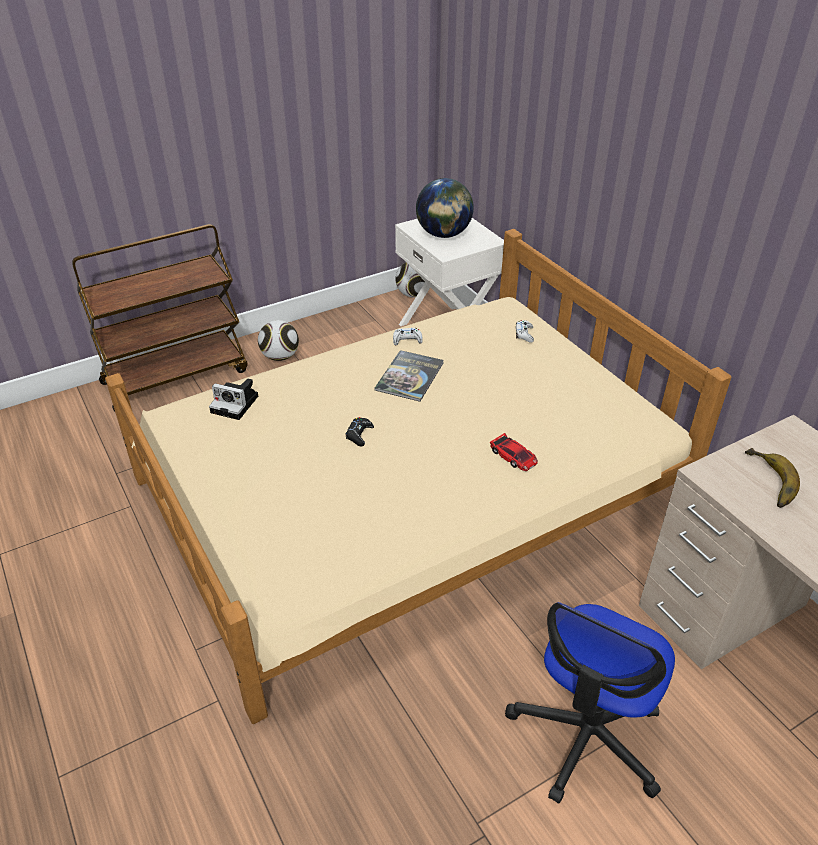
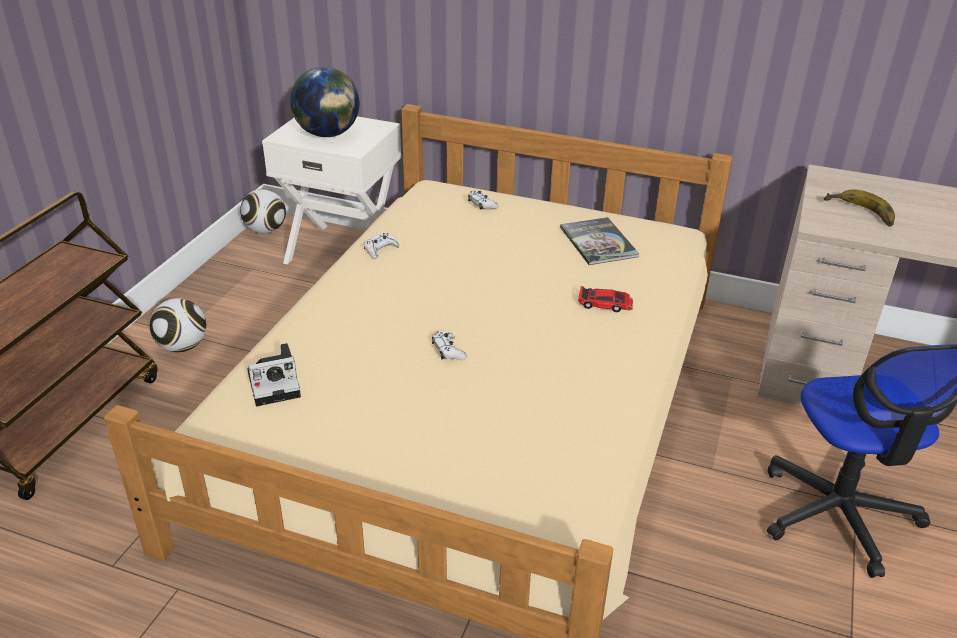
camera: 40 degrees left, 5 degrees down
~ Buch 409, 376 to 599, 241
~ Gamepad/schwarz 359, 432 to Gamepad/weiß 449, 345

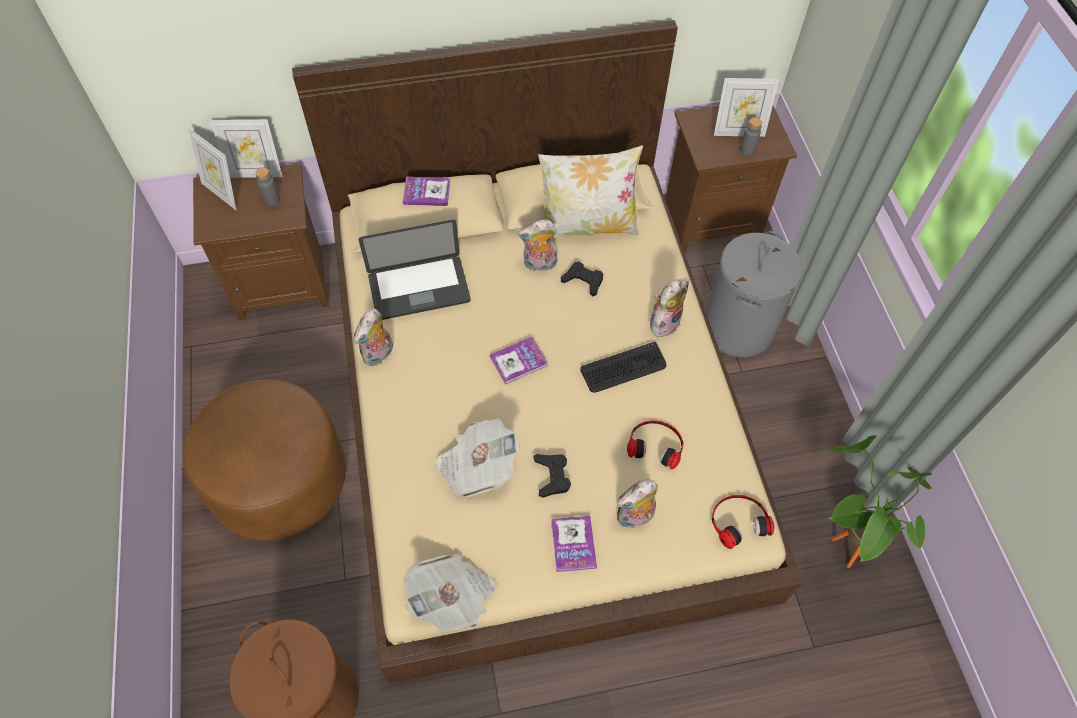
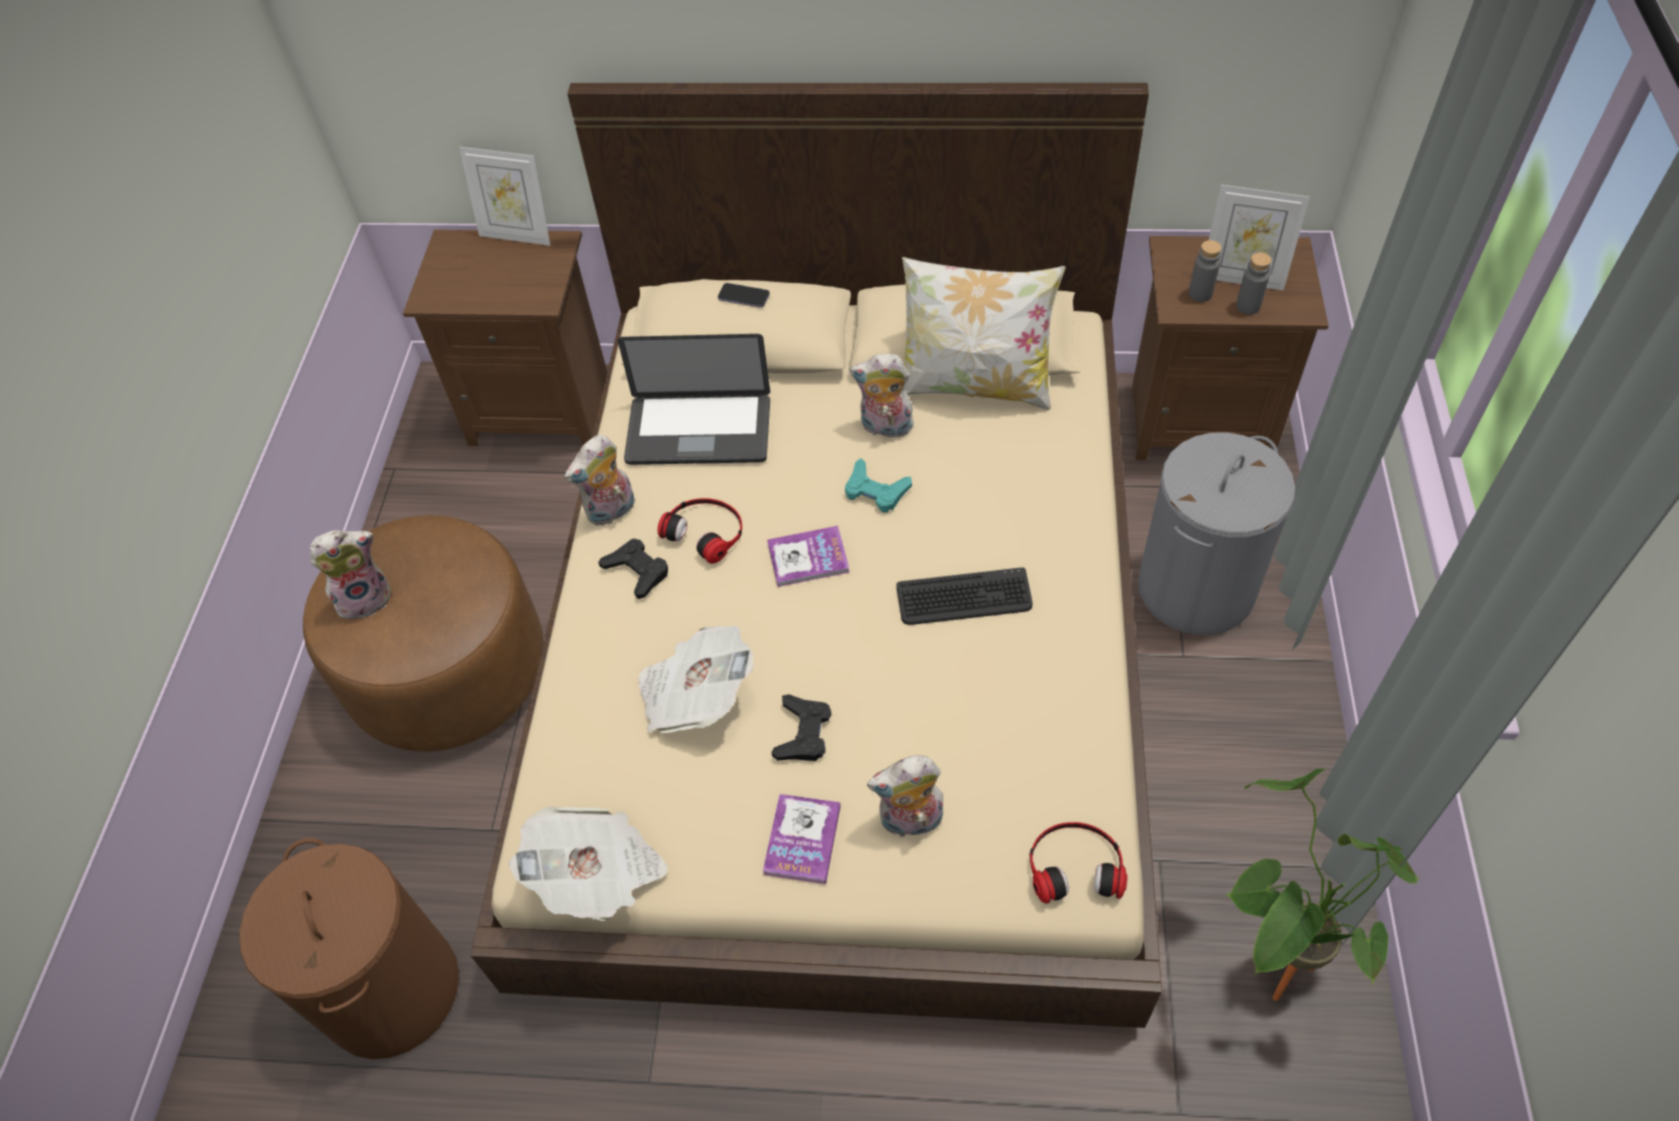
camera: 20 degrees right, 5 degrees down
- Bilderrahmen 212, 169
+ Gamepad/türkis 878, 485
~ Flasche/grau 268, 186 to 1205, 271
~ Gamepad/schwarz 582, 279 to 633, 569
~ Kopfhörer 655, 444 to 700, 531
~ Plüschtier 669, 307 to 350, 576
~ Buch 426, 191 to Handy 744, 295

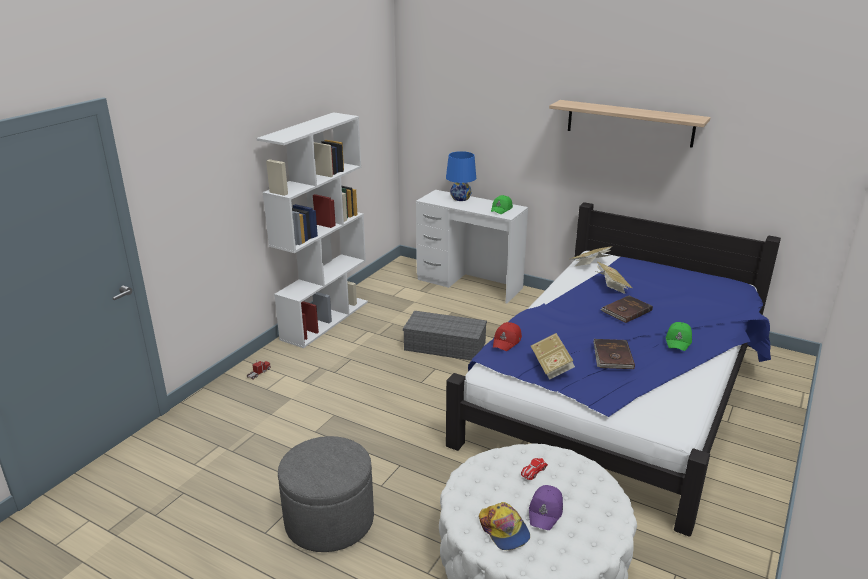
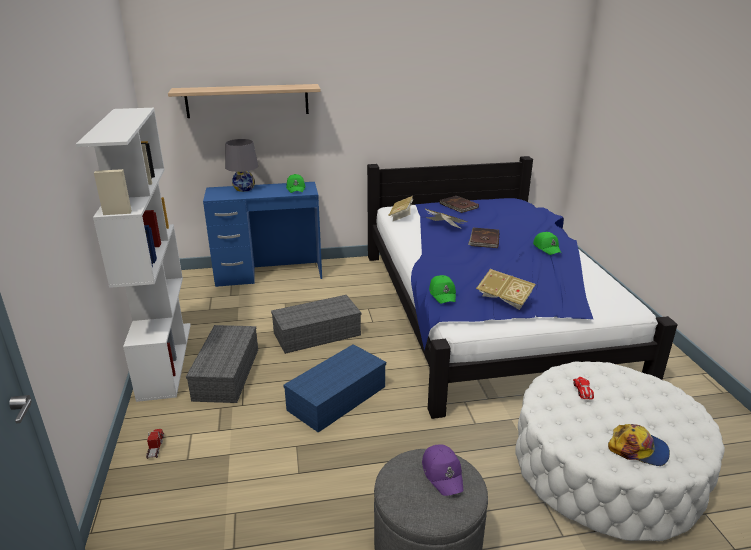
camera: 40 degrees left, 0 degrees up
+ Aufbewahrungsbox/grau 222, 364
+ Aufbewahrungsbox/blau 334, 388
~ Kappe/lila 546, 507 to 443, 470
~ Wandregal 630, 124 to 244, 101
~ Buch/braun 614, 354 to 459, 204
~ Schreibtisch/weiß 472, 247 to Schreibtisch/blau 262, 234
~ Tischlampe/blau 461, 176 to Tischlampe/grau 241, 165
~ Kappe/rot 507, 336 to Kappe/grün 442, 289

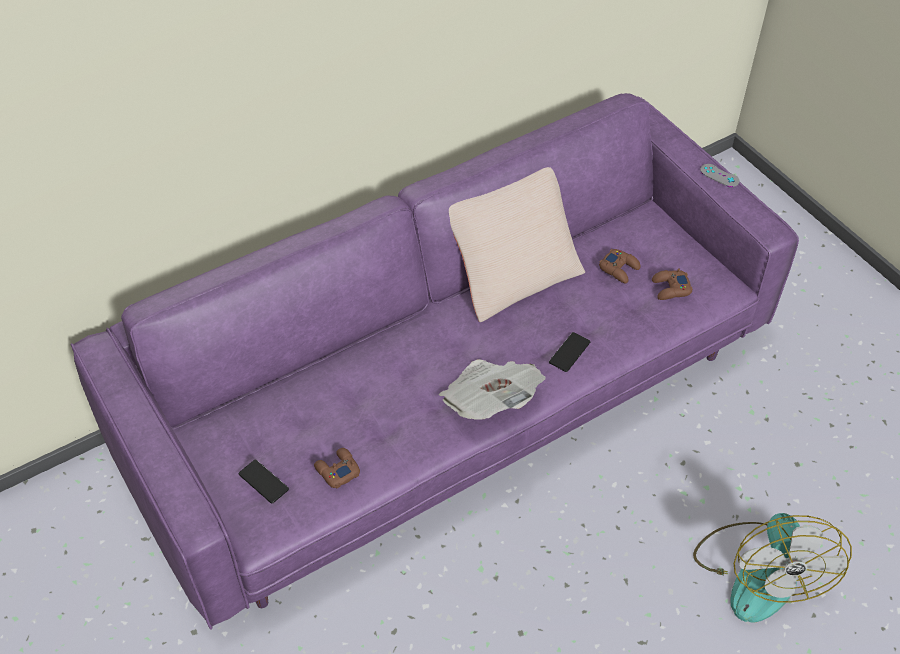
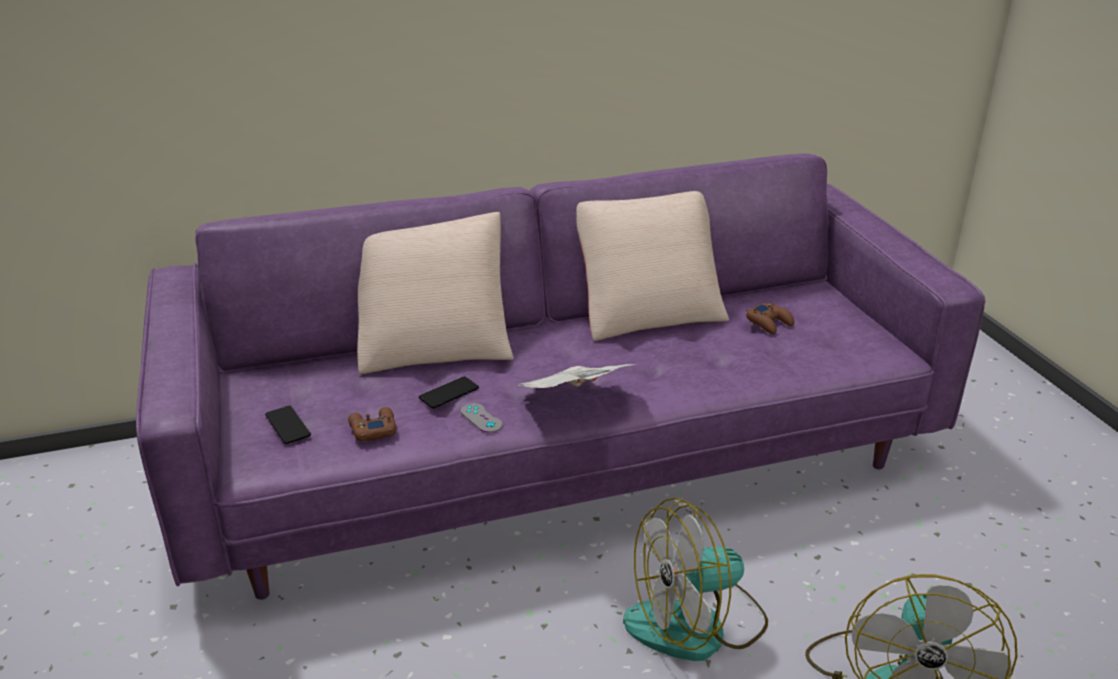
camera: 15 degrees right, 20 degrees down
- Gamepad/braun 672, 284
+ Kissen/beige 435, 293
+ Ventilator 695, 579
~ Handy 569, 352 to 449, 392
~ Gamepad/grau 719, 175 to 482, 418

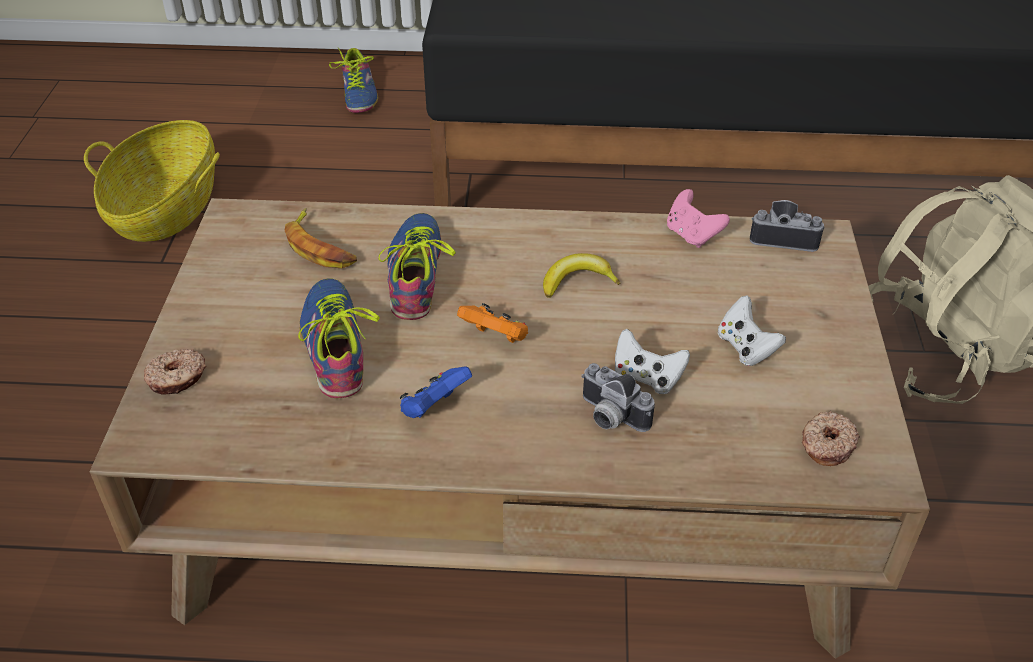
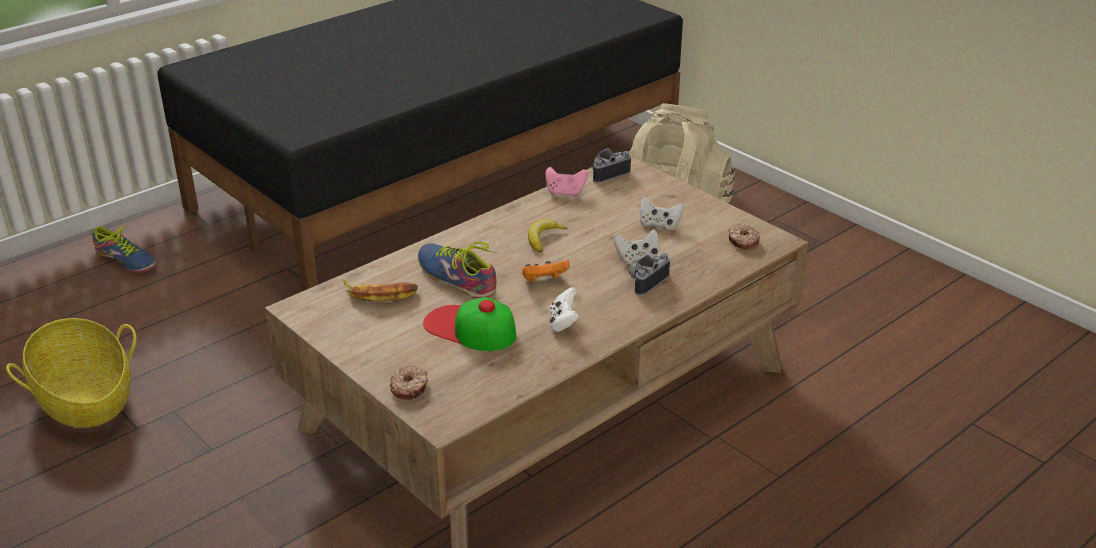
camera: 45 degrees left, 10 degrees down
~ Schuh 339, 338 to Kappe 469, 324
~ Gamepad/blau 436, 392 to Gamepad/weiß 564, 309
~ Kamera 618, 397 = 649, 274 135 degrees clockwise

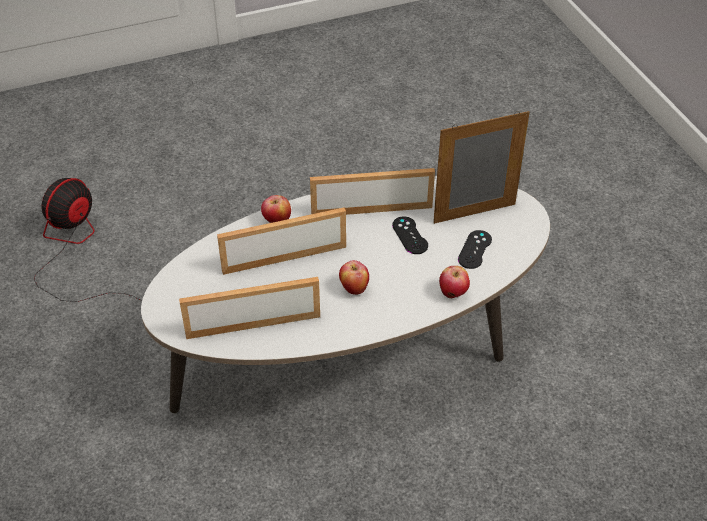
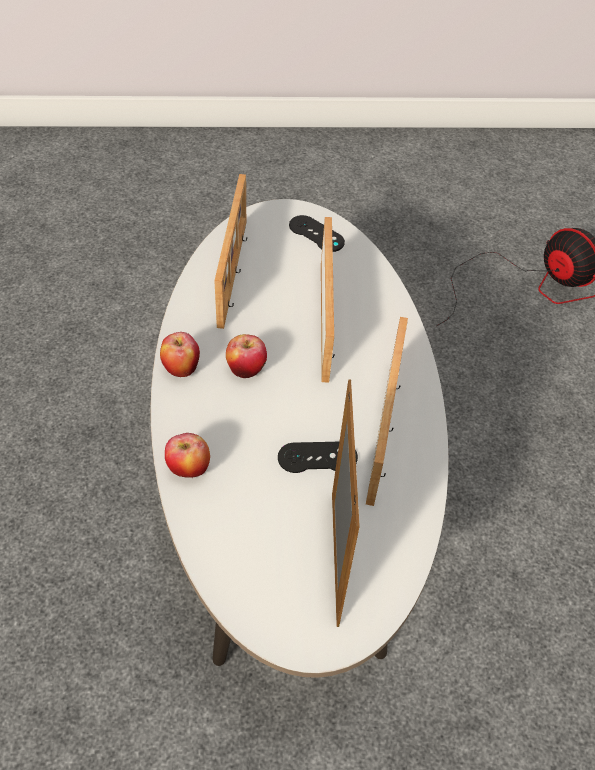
camera: 105 degrees right, 5 degrees up
~ Apfel 276, 209 to 180, 354
~ Gamepad/schwarz 475, 249 to 317, 233

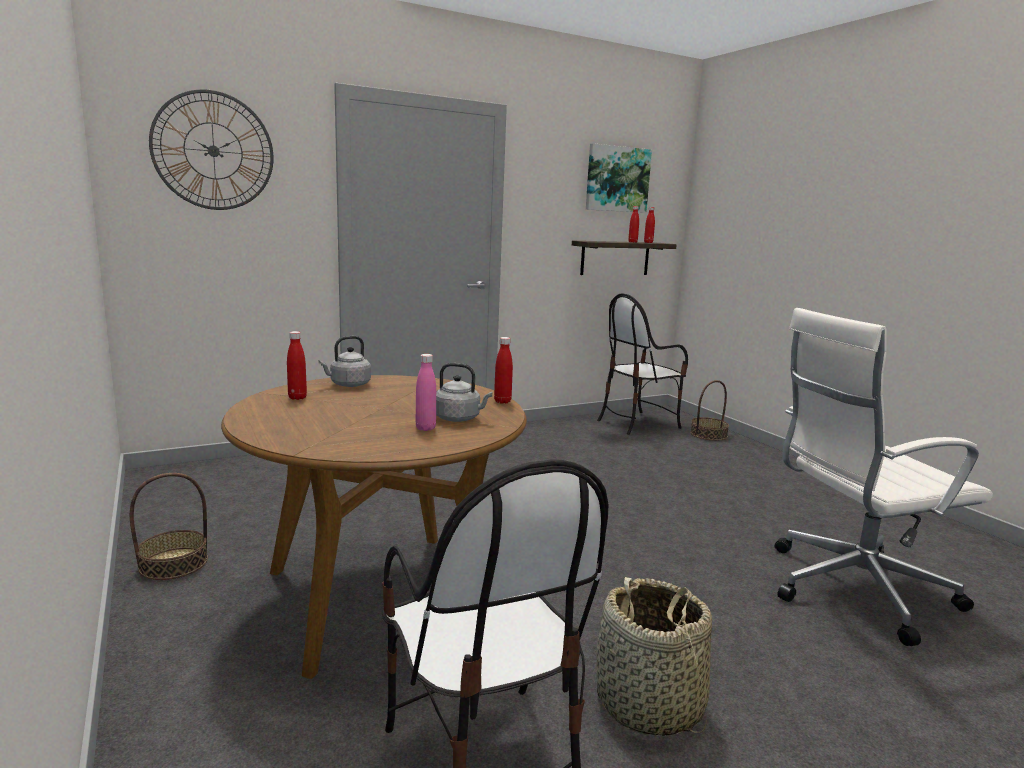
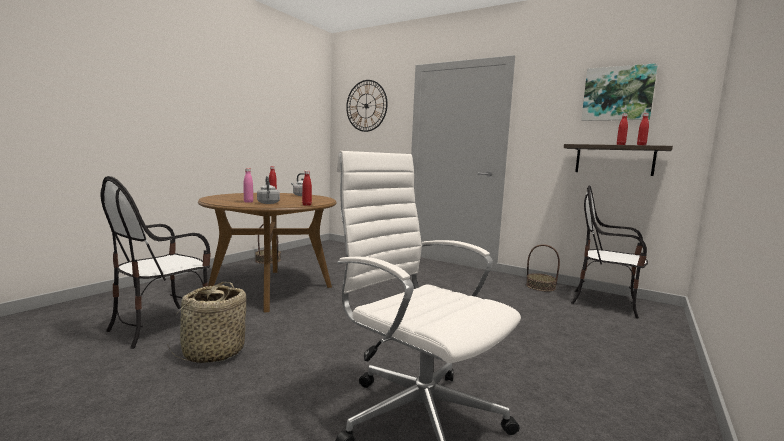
camera: 60 degrees right, 5 degrees down
~ Korb 709, 410 to 543, 268

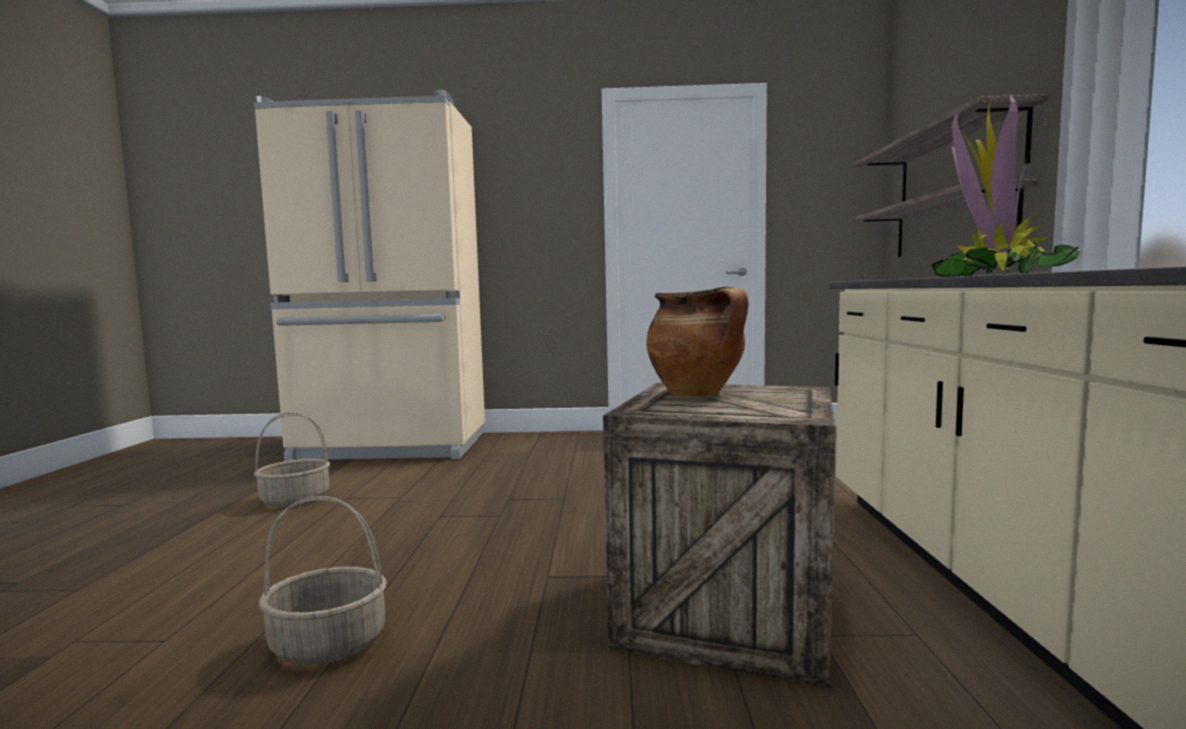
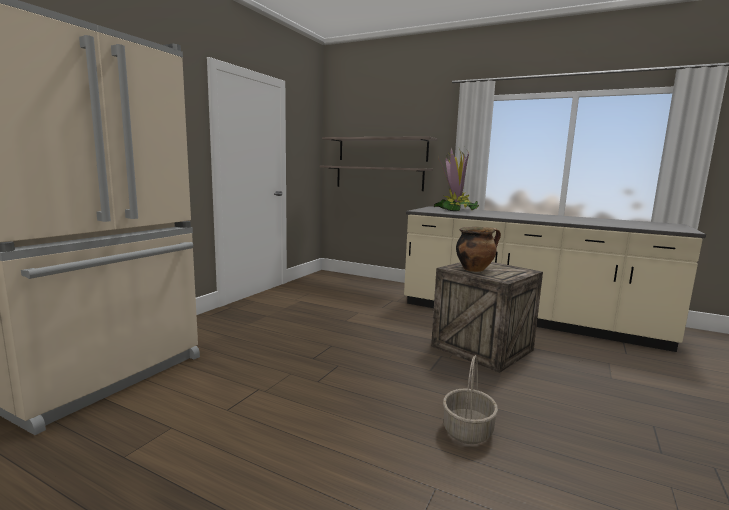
camera: 65 degrees left, 5 degrees up
- Korb 292, 459

